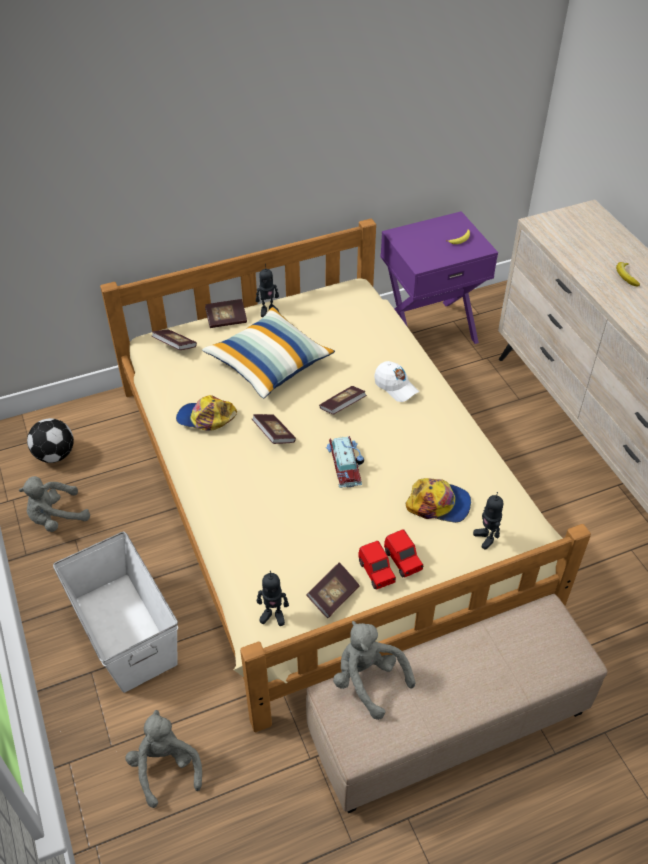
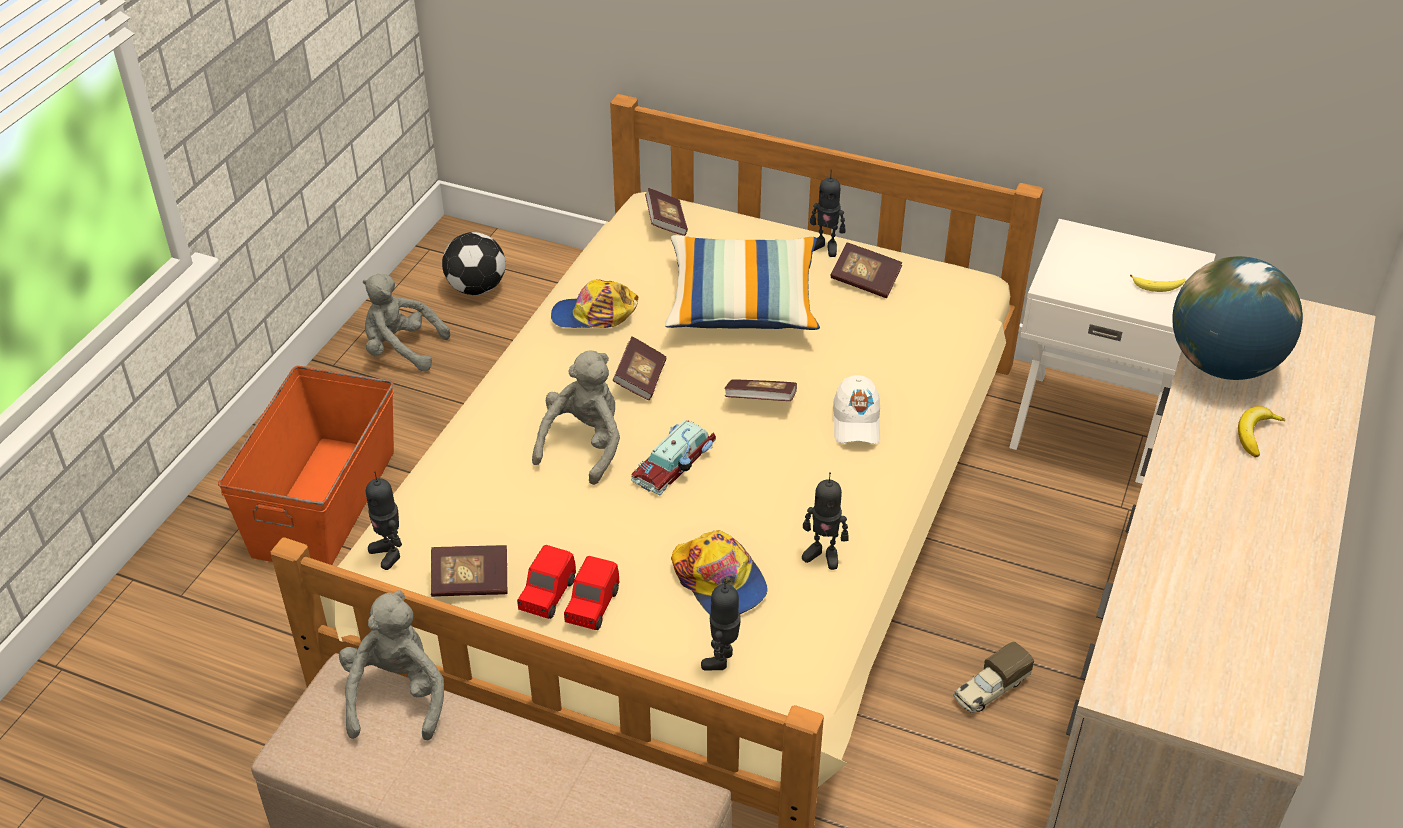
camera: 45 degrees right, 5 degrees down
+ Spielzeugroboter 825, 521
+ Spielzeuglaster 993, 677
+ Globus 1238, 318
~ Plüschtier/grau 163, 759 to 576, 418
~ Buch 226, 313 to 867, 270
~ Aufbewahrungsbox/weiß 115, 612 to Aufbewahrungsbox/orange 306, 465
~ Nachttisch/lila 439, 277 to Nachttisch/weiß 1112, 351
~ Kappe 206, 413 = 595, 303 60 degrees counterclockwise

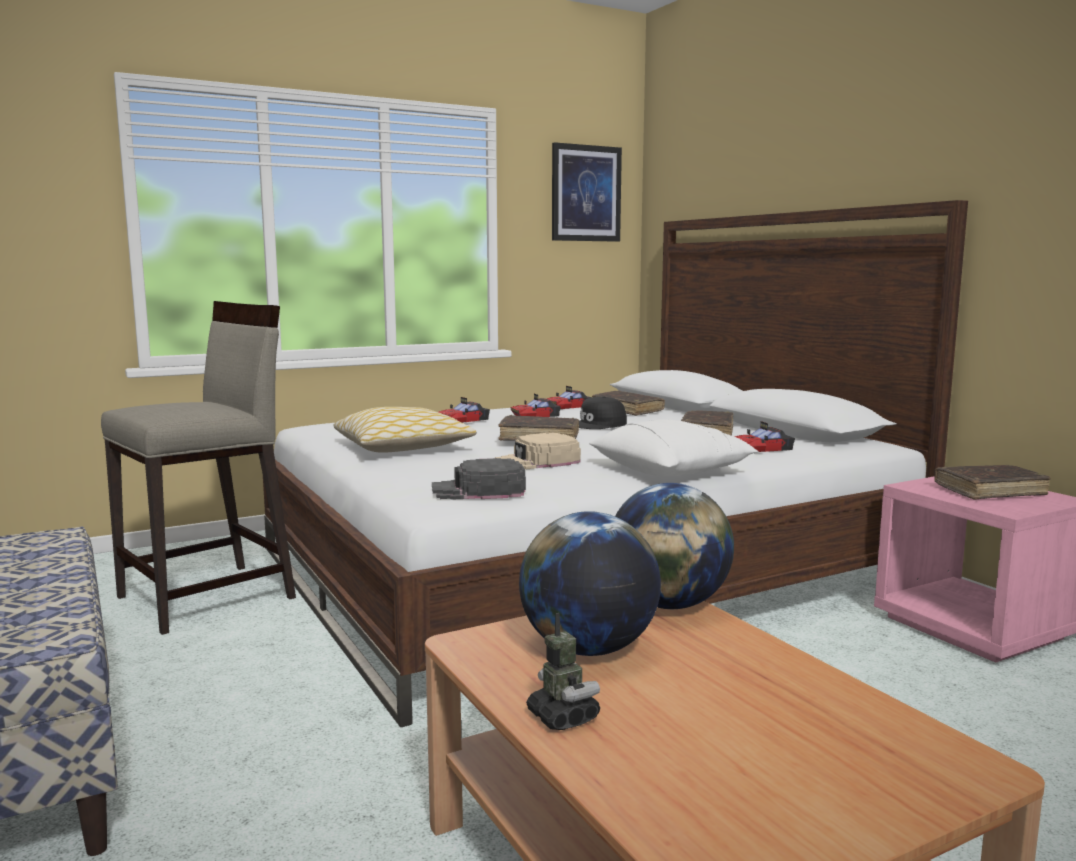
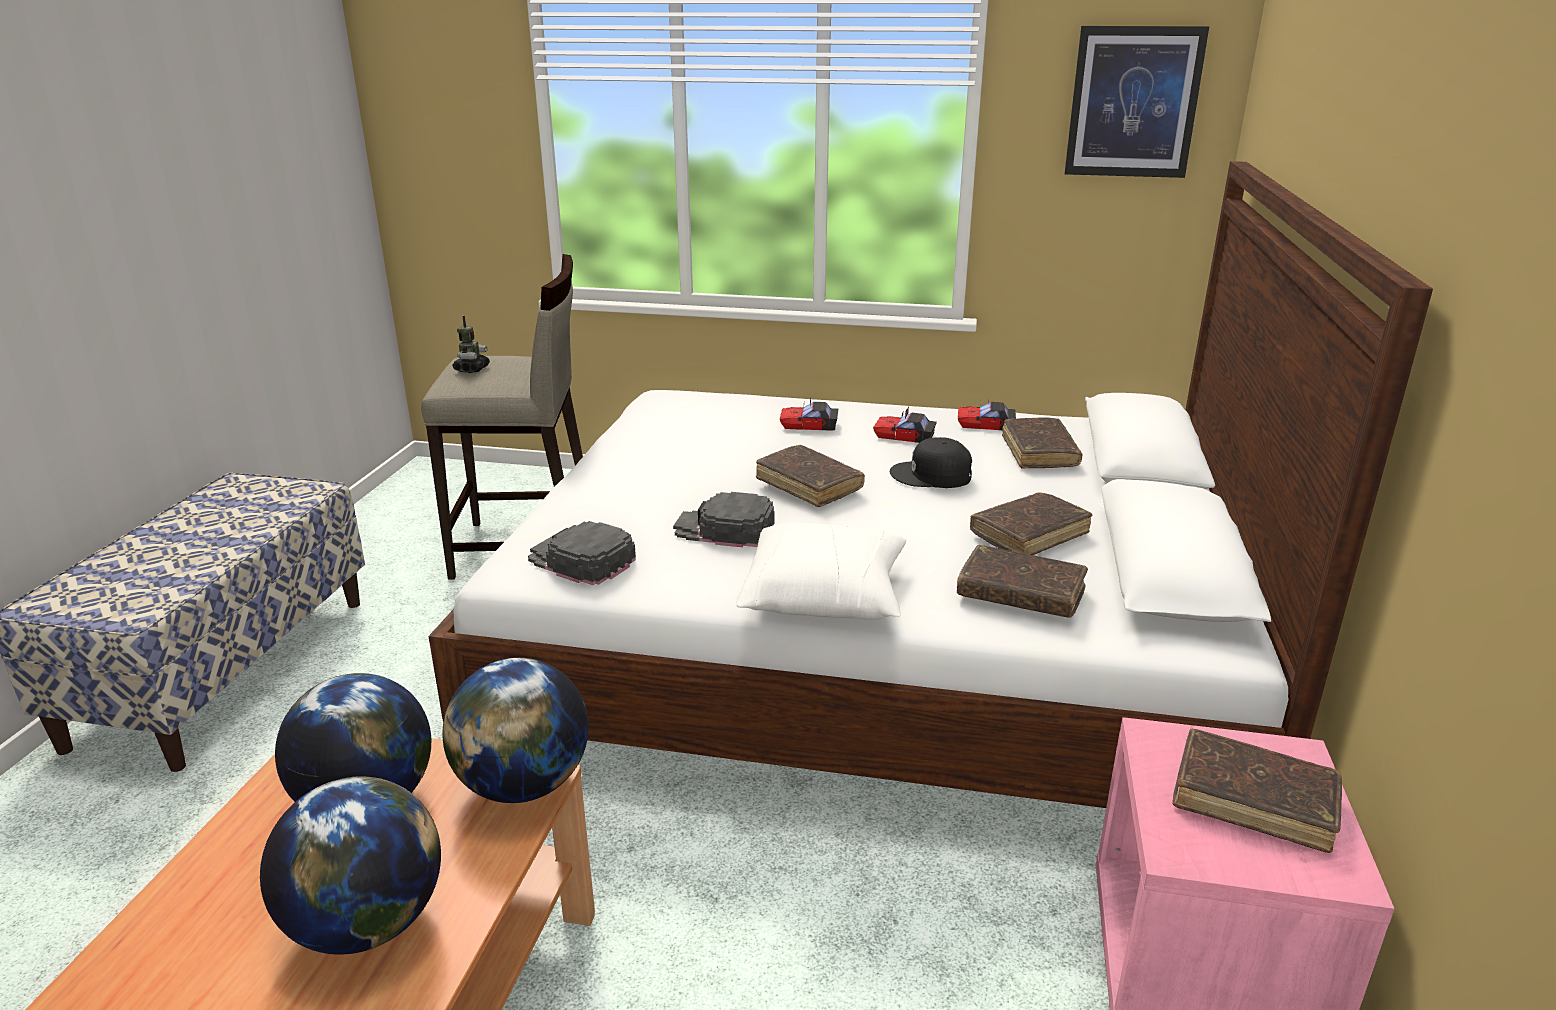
camera: 40 degrees right, 15 degrees up
- Kissen 405, 430
+ Globus 350, 865
~ Spielzeugroboter 563, 671 to 471, 344
~ Spielzeugauto 765, 436 to Buch/braun 1022, 581
~ Kappe/beige 538, 451 to Kappe/schwarz 724, 519

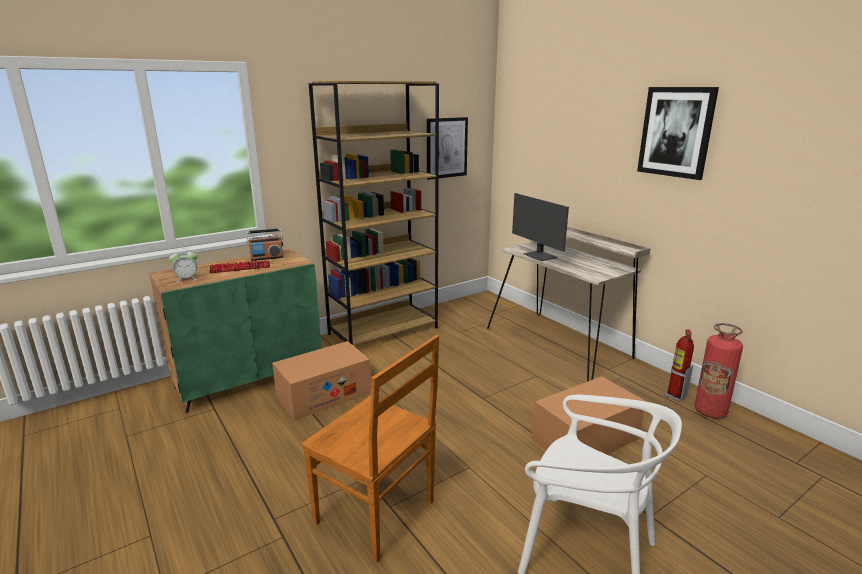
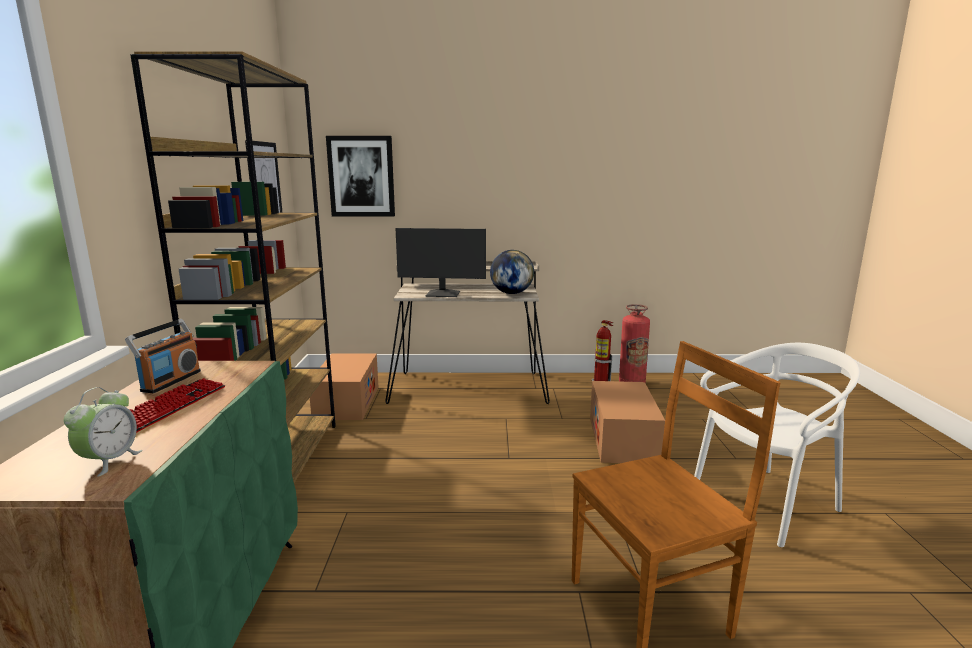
camera: 55 degrees left, 5 degrees down
+ Globus 512, 272
~ Karton 321, 380 to 344, 386
~ Bild 678, 133 to 360, 176

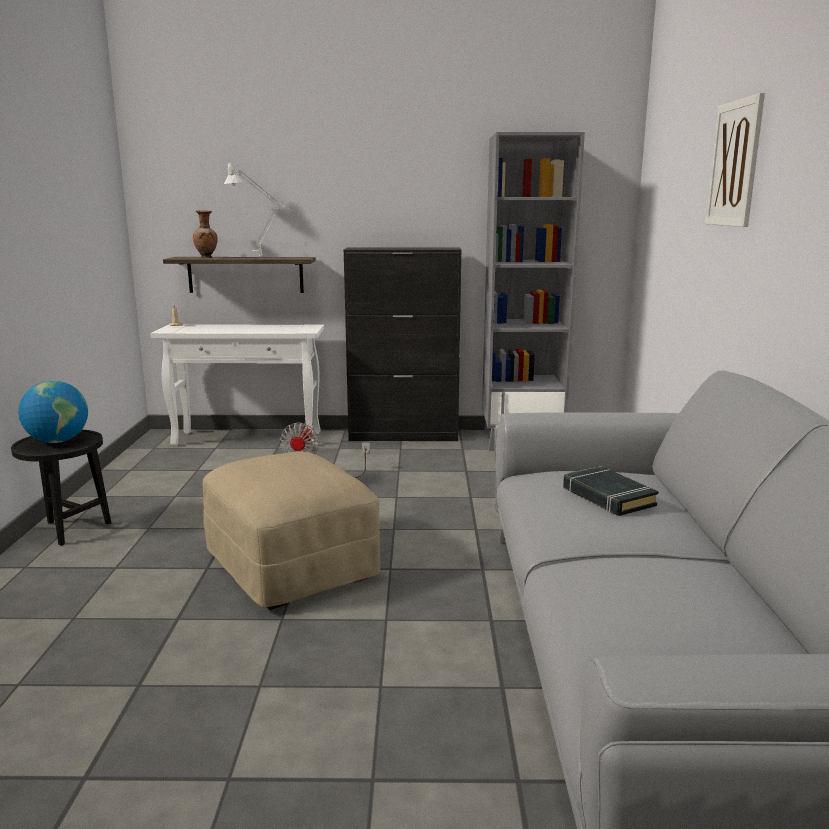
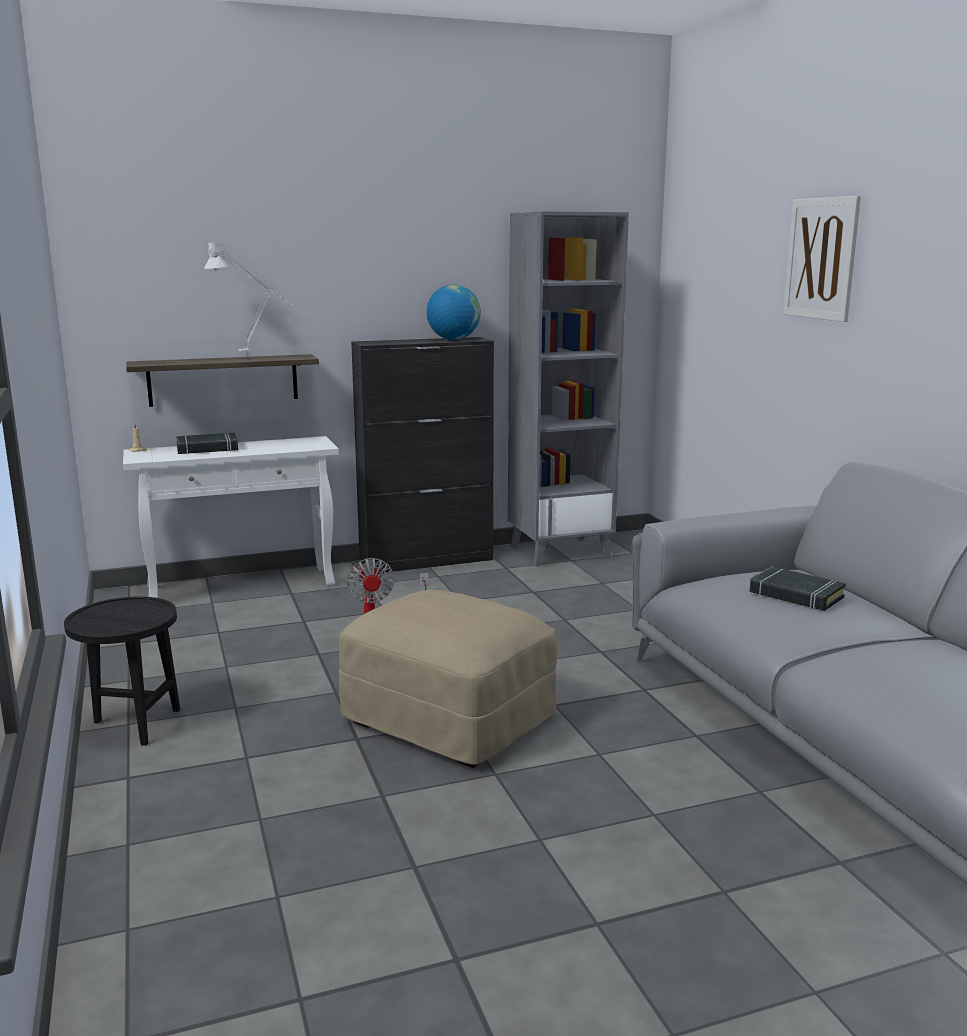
camera: 20 degrees left, 0 degrees up
- Vase/braun 205, 234
+ Buch/schwarz 207, 443
~ Globus 53, 412 to 454, 312

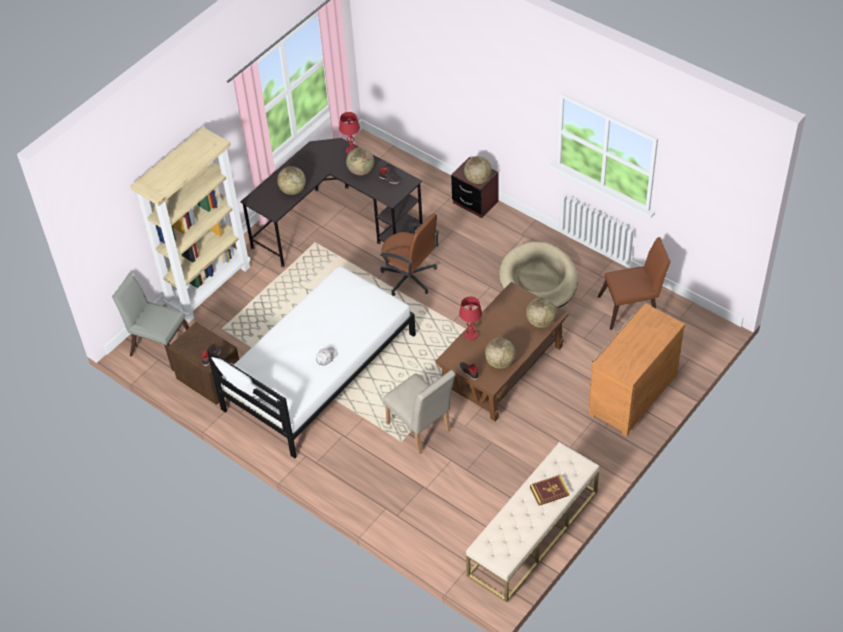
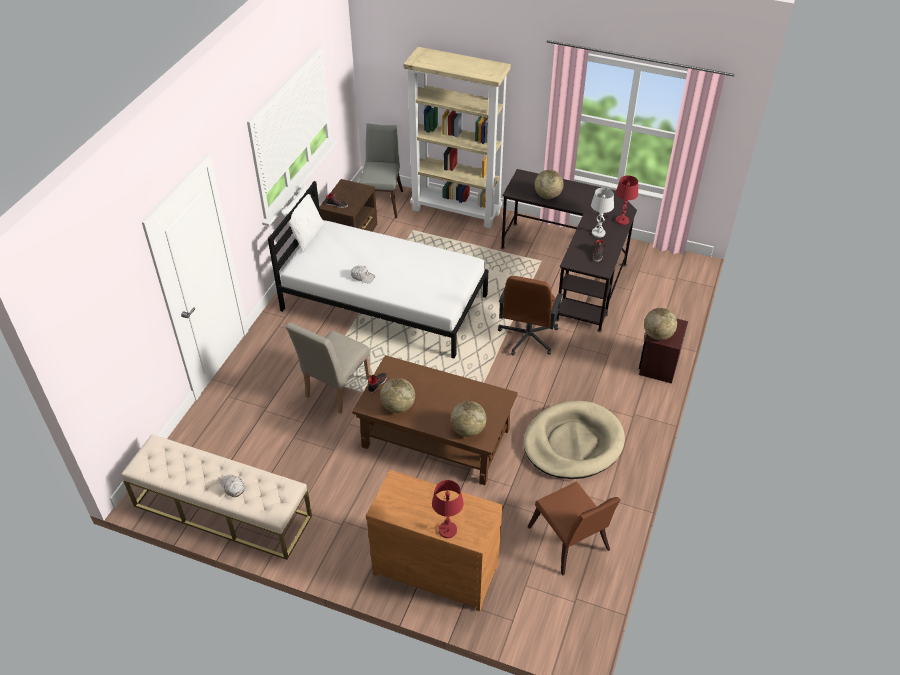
camera: 70 degrees right, 5 degrees down
~ Tischlampe/rot 470, 318 to 448, 509
~ Globus 360, 161 to Tischlampe/weiß 602, 213
~ Buch 549, 490 to Kappe/weiß 232, 485

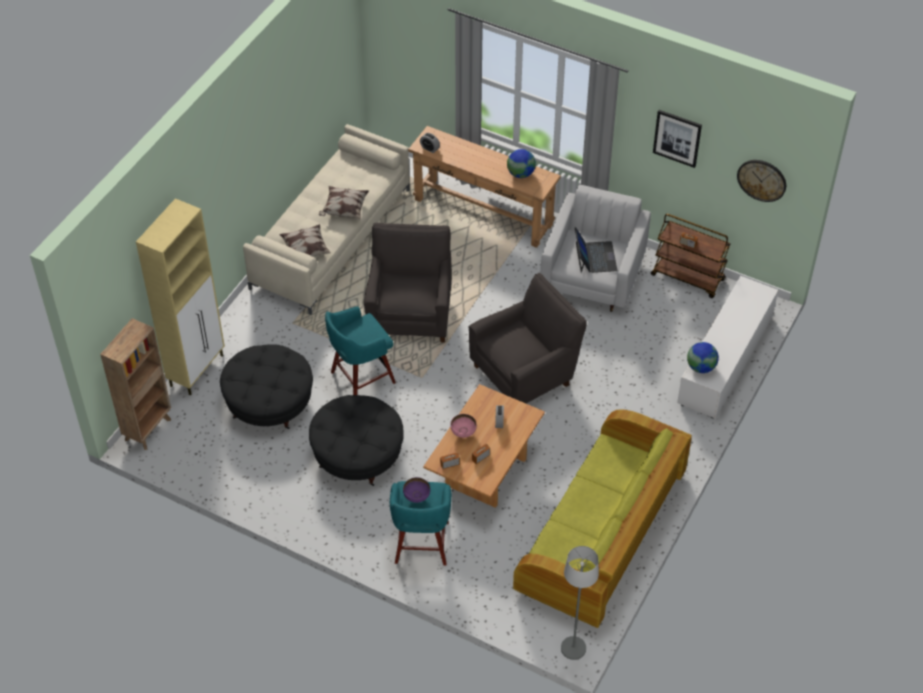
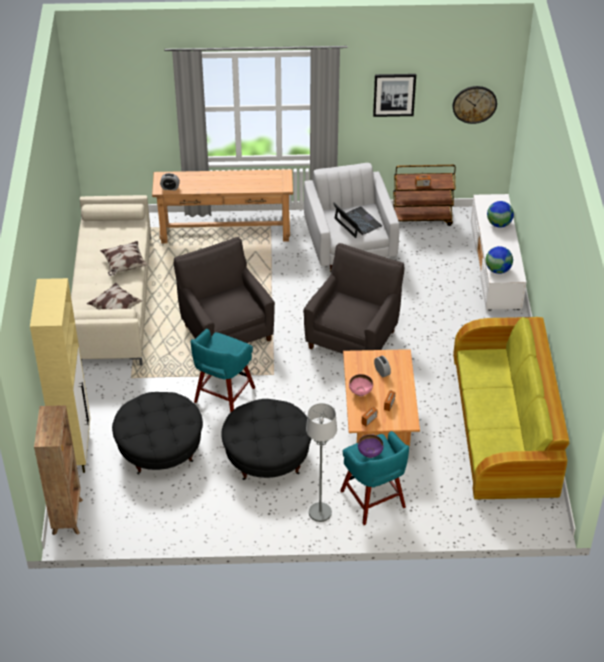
camera: 30 degrees left, 5 degrees down
~ Globus 521, 163 to 500, 214
~ Stehlampe/grau 580, 603 to 321, 462

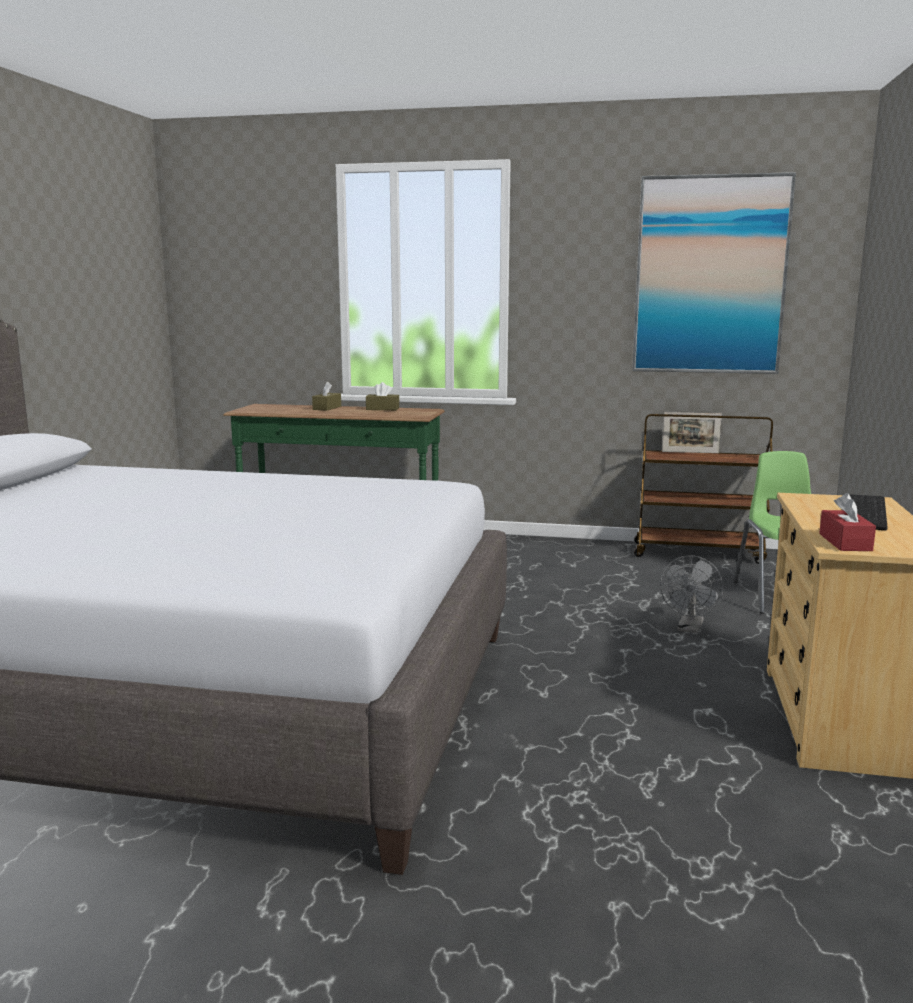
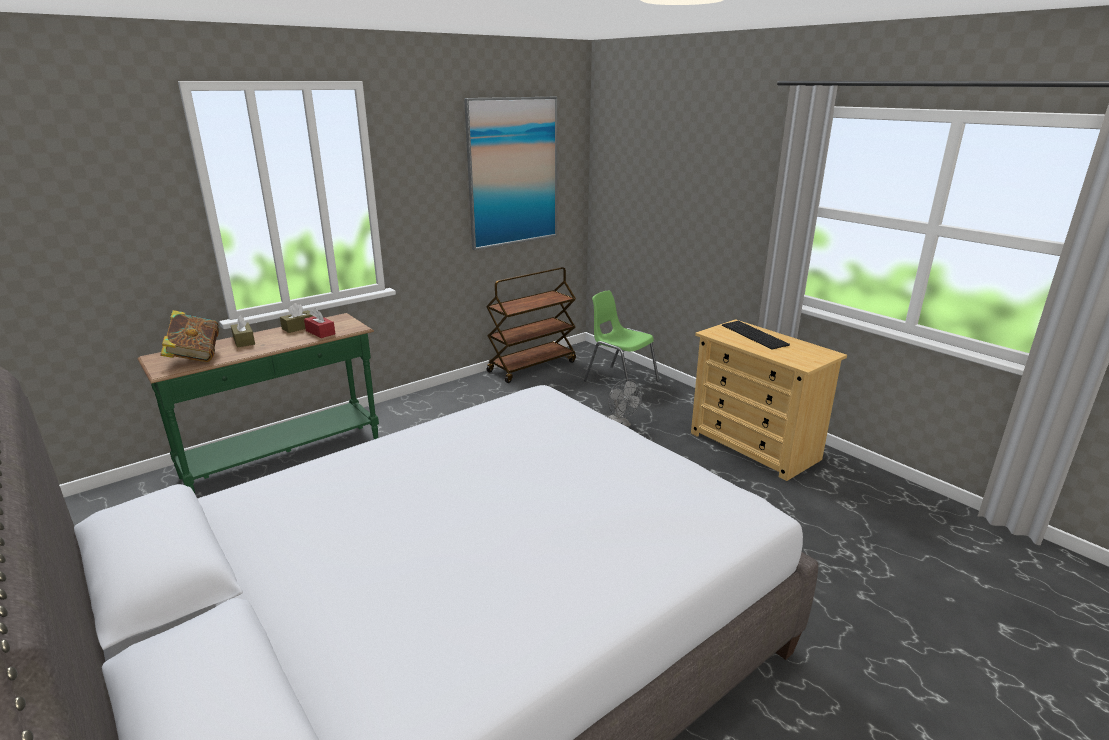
camera: 50 degrees left, 10 degrees up
- Bilderrahmen 692, 432
+ Buch 189, 336
~ Taschentuchbox/rot 847, 522 to 319, 323

